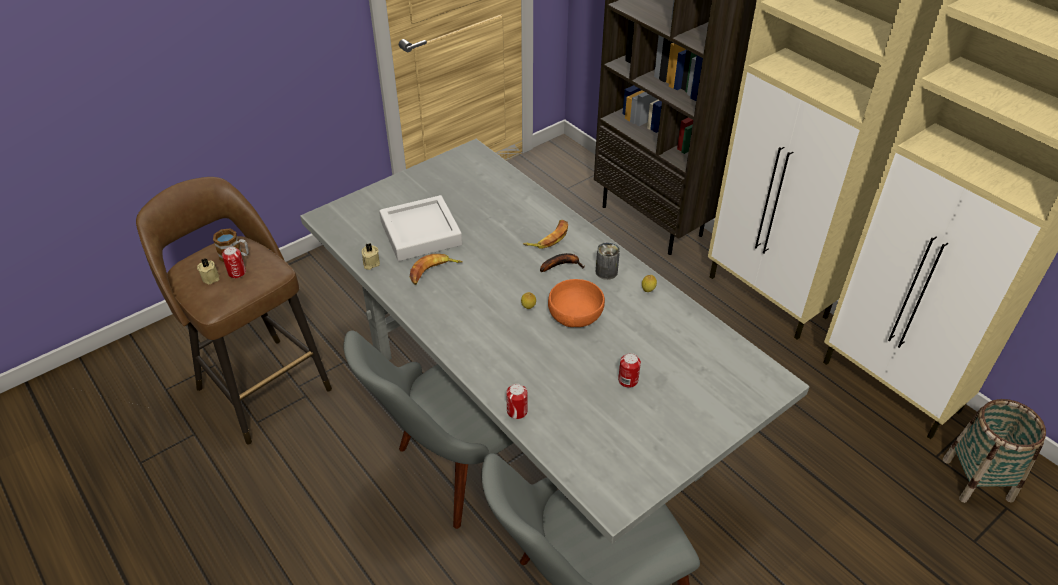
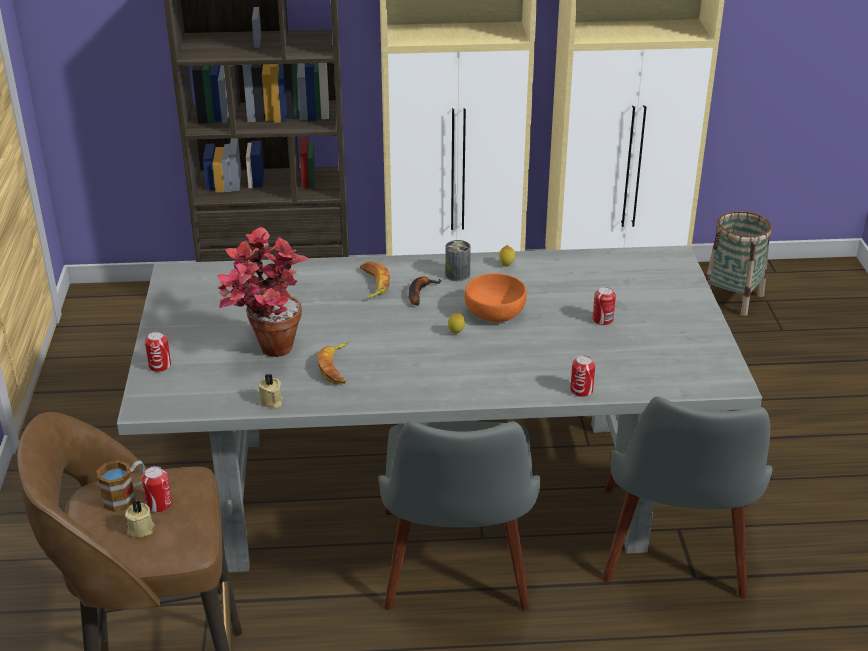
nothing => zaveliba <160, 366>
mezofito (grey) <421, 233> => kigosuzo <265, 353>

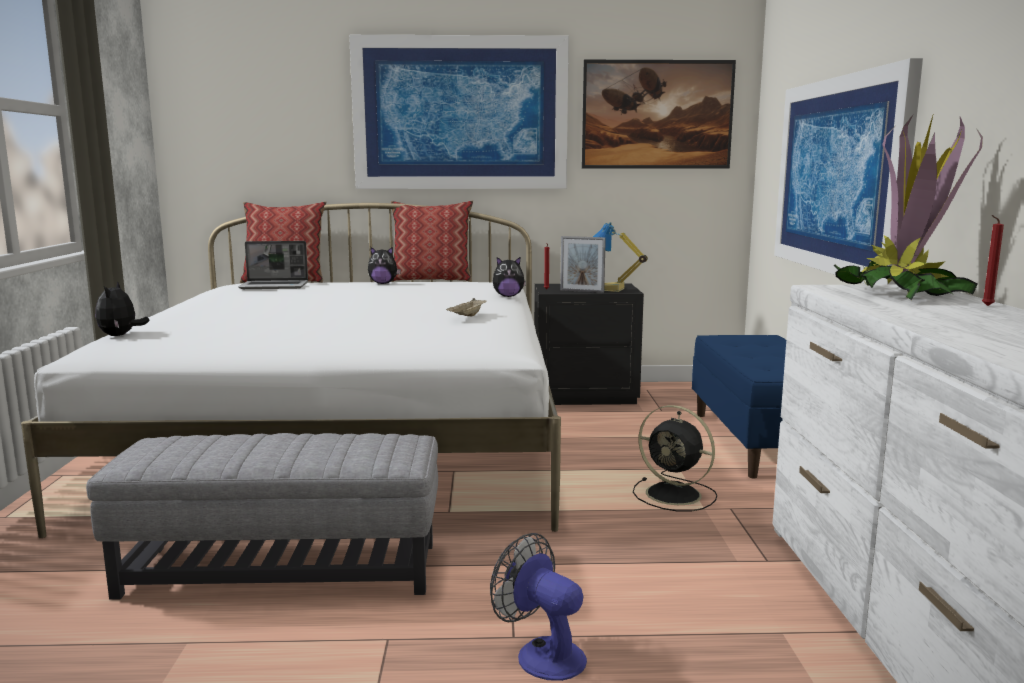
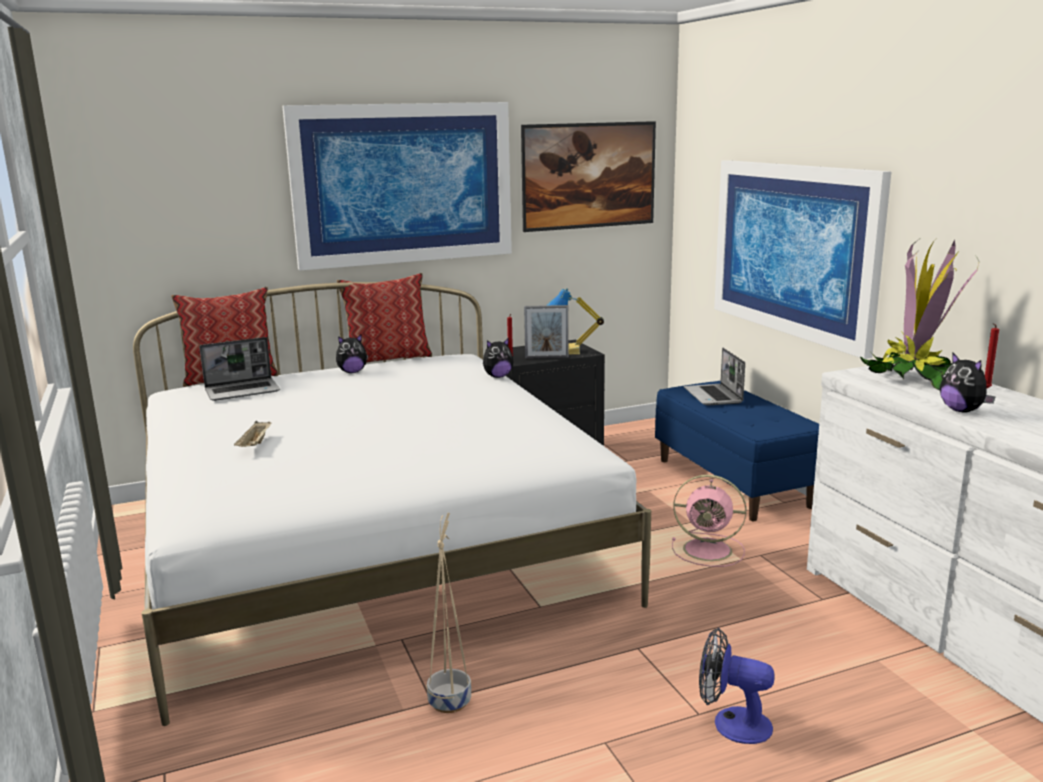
nothing => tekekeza <714, 396>
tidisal <120, 335> => tidisal <962, 411>, shifted
mezofito (beige) <467, 317> => mezofito (beige) <255, 445>, shifted
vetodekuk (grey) <282, 570> => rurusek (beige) <450, 701>
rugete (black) <675, 495> => rugete (pink) <709, 550>

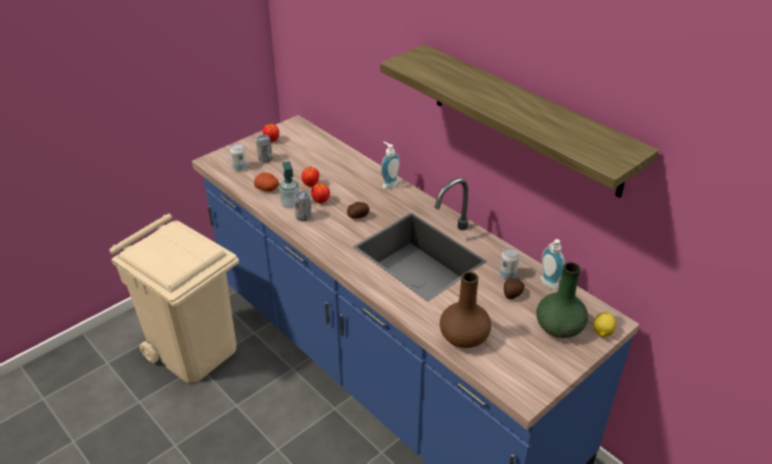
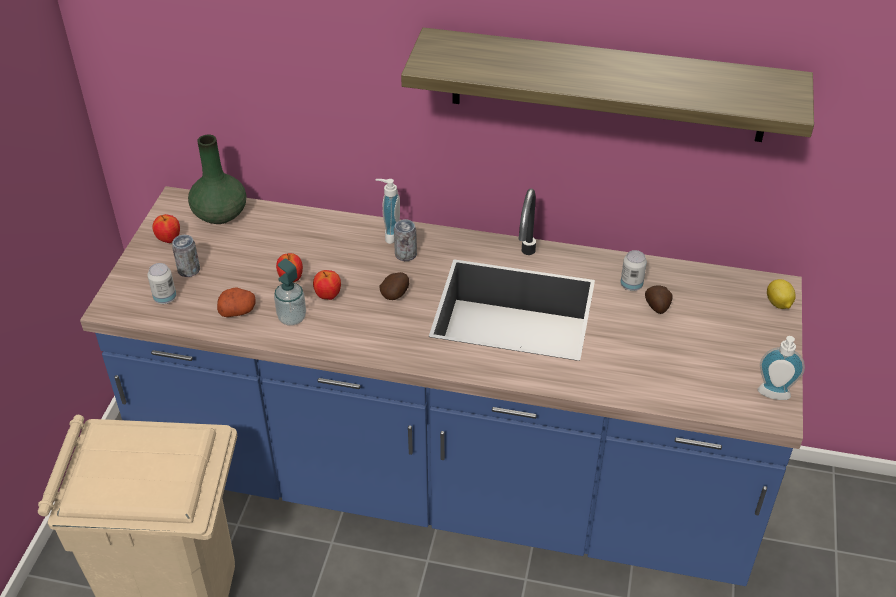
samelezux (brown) <464, 337> => nothing
zaveliba <303, 217> => zaveliba <405, 255>, shifted
samelezux (green) <558, 327> => samelezux (green) <219, 214>, shifted
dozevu <547, 284> => dozevu <773, 396>, shifted

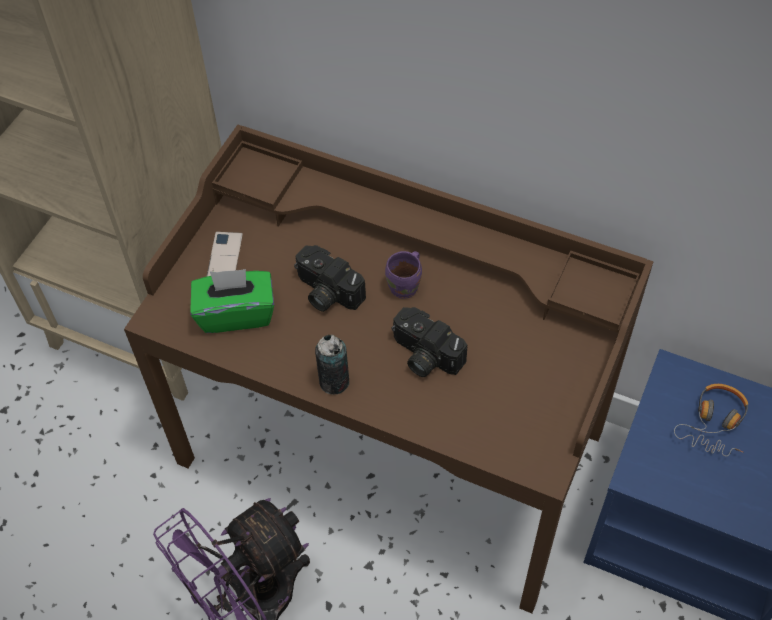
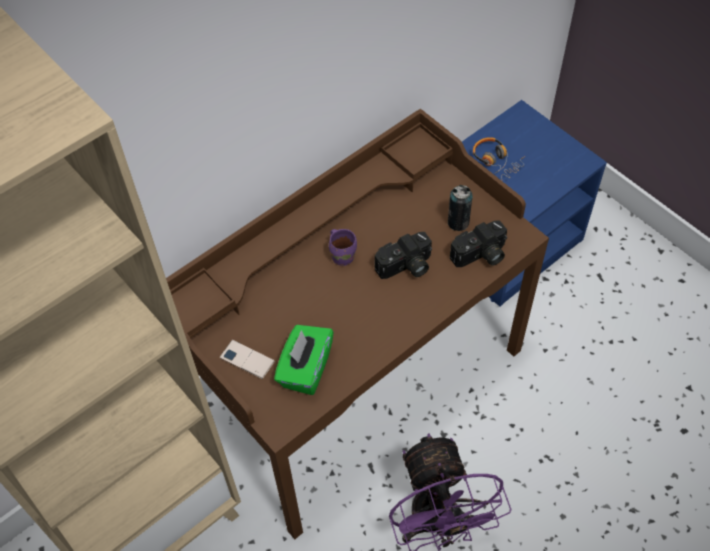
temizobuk <325, 292> => temizobuk <480, 256>, shifted
zaveliba <334, 382> => zaveliba <458, 222>, shifted

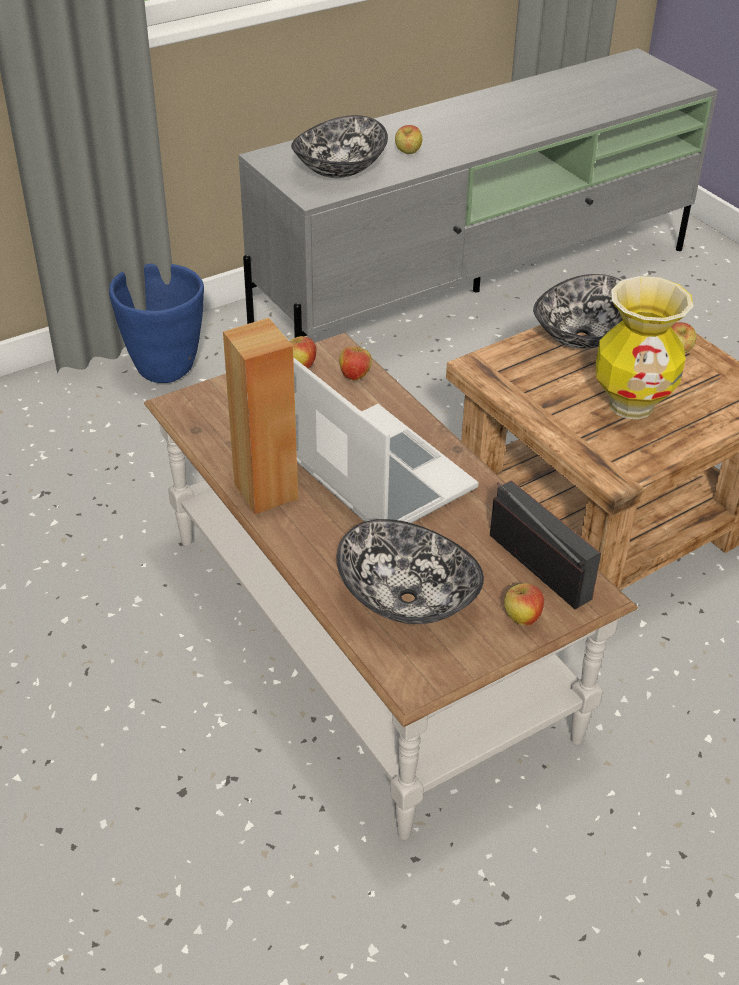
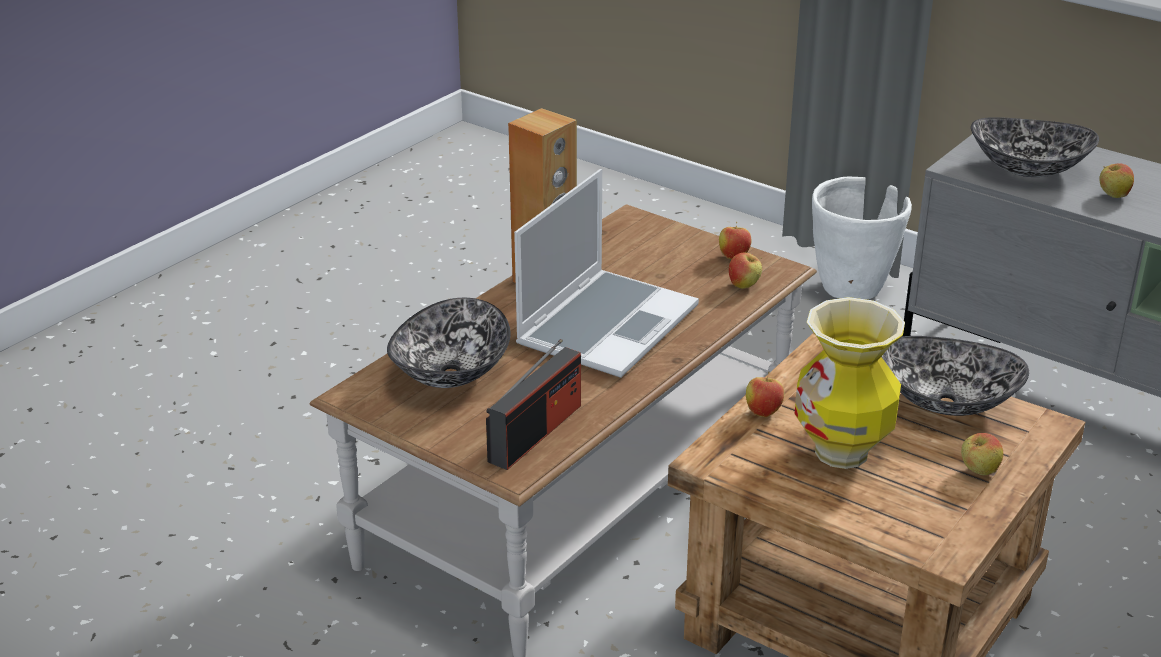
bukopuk <521, 618> => bukopuk <763, 412>, shifted
rurusek (blue) <166, 368> => rurusek (white) <852, 289>

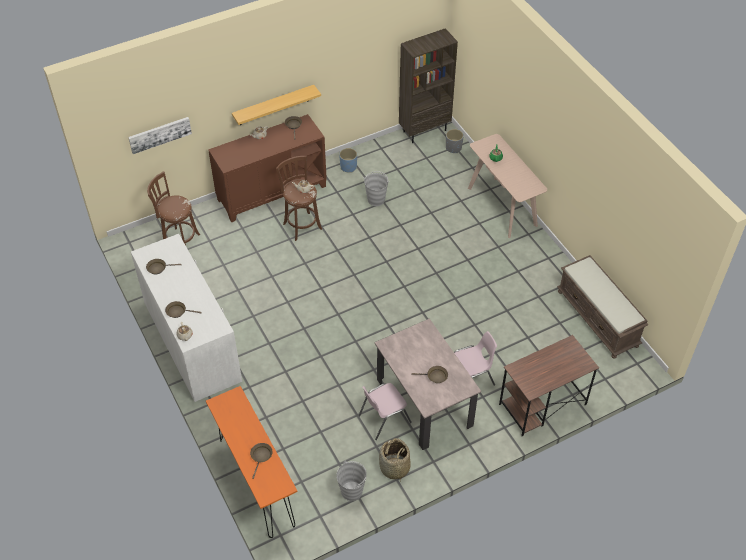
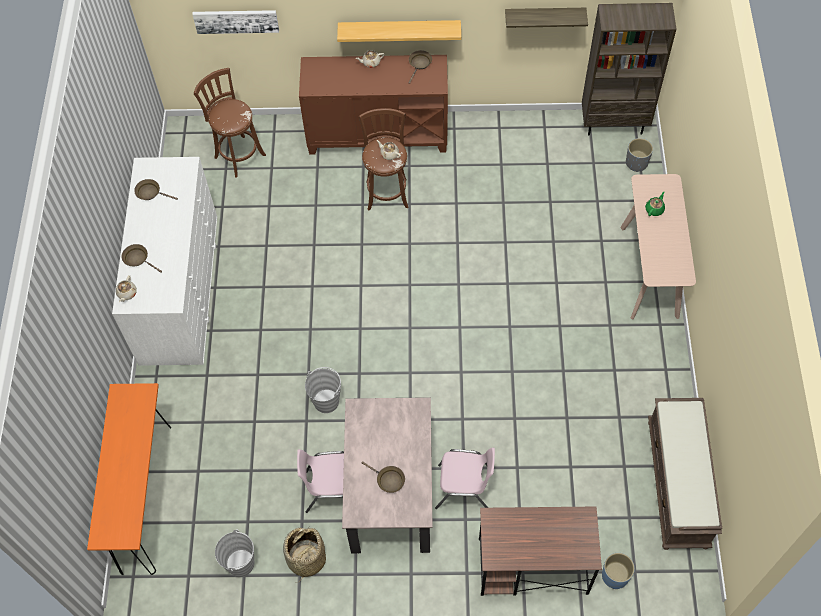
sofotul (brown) <261, 457> => nothing
nothing => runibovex <544, 17>
rurusek (blue) <348, 167> => rurusek (blue) <615, 576>, shifted
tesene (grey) <376, 199> => tesene (grey) <326, 401>, shifted

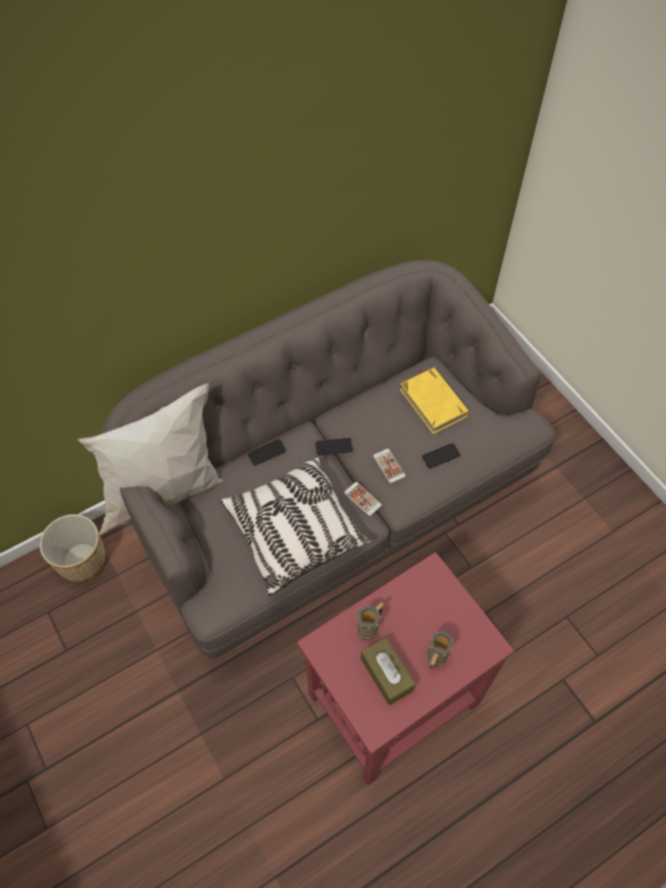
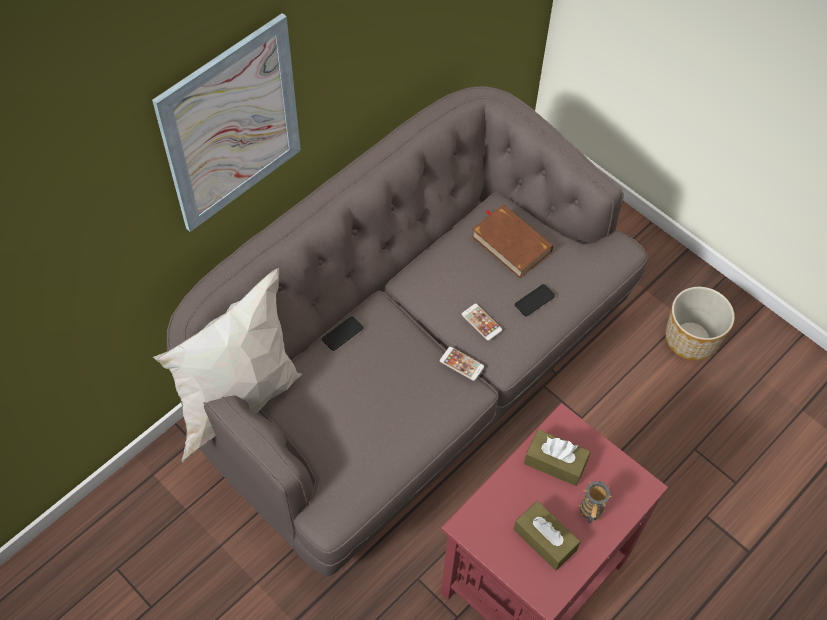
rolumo <294, 531> => nothing
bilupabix <334, 447> => nothing
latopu <370, 627> => nothing
nothing => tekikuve <231, 126>
nothing => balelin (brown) <555, 462>
rurusek <81, 559> => rurusek <690, 338>, shifted
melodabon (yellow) <433, 402> => melodabon (brown) <511, 243>

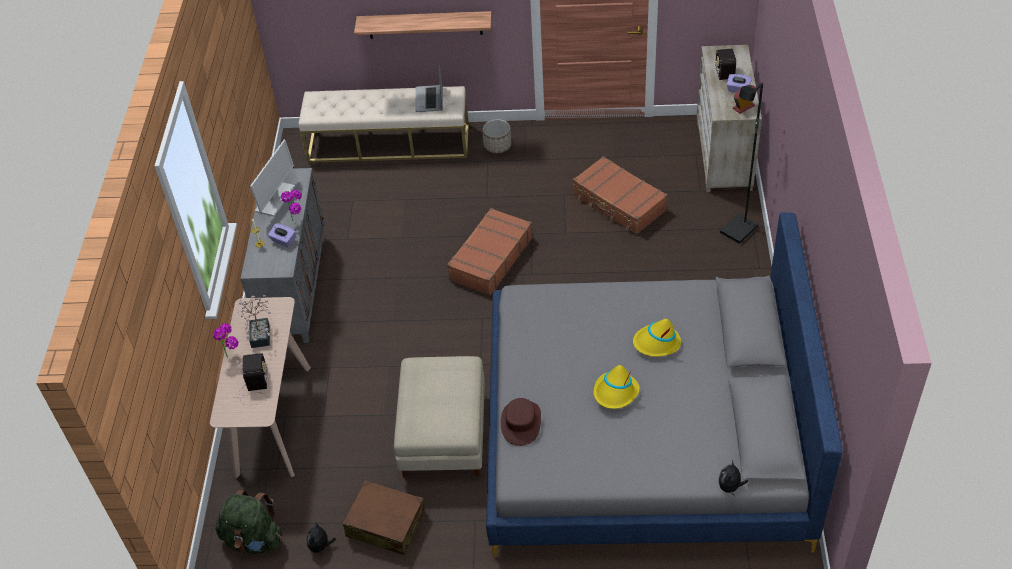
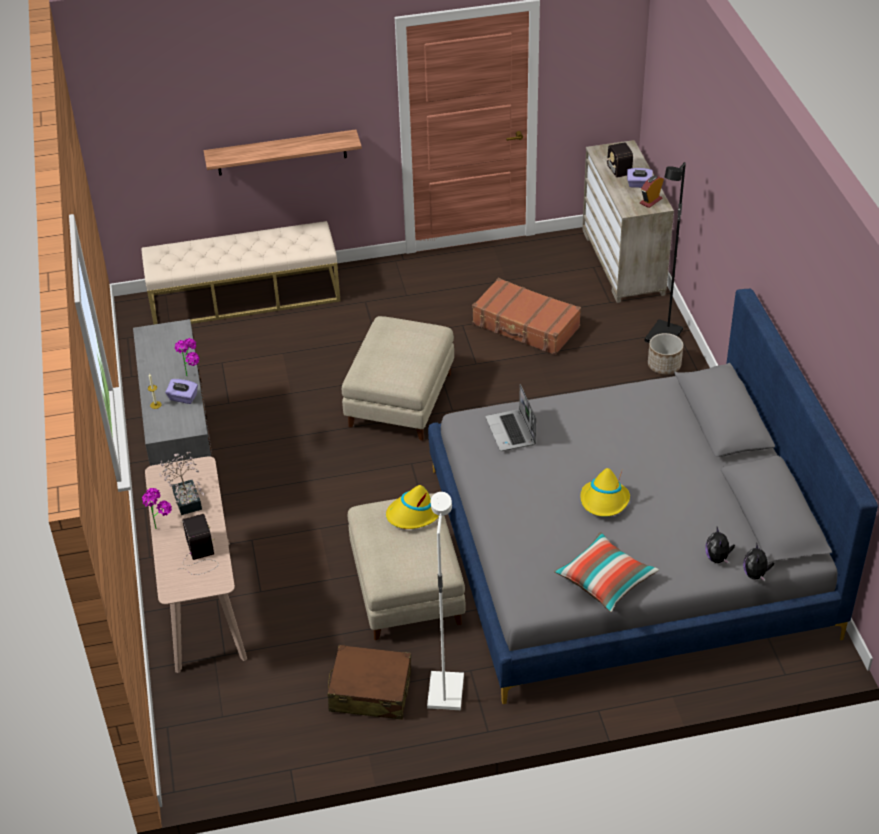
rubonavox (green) <253, 539> => nothing
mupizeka <275, 199> => nothing
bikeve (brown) <521, 423> => nothing
nothing => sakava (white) <444, 692>
nothing => rolumo <605, 580>
tidisal <320, 546> => tidisal <718, 558>, shifted
tekekeza <430, 100> => tekekeza <511, 432>, shifted
rurusek <497, 145> => rurusek <664, 365>, shifted
bikeve (yellow) <656, 343> => bikeve (yellow) <412, 515>, shifted
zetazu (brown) <490, 259> => vetodekuk (beige) <401, 401>

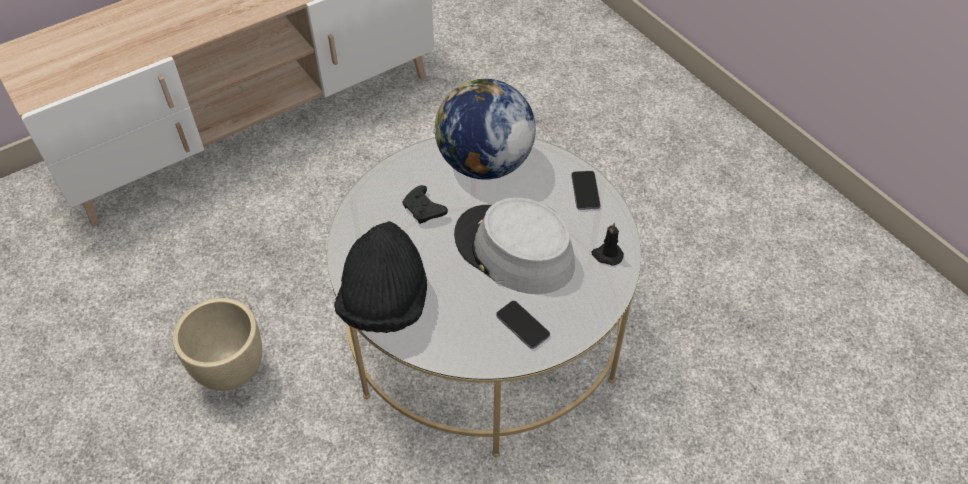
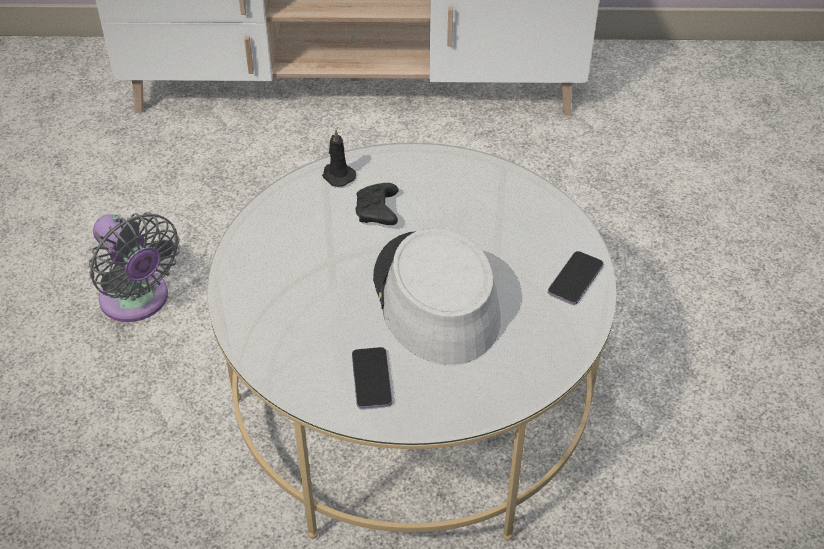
bikeve (black) <385, 303> => nothing
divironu <484, 164> => nothing
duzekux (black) <607, 255> => duzekux (black) <337, 175>, shifted
rurusek (beige) <230, 369> => rugete (grey) <138, 301>

